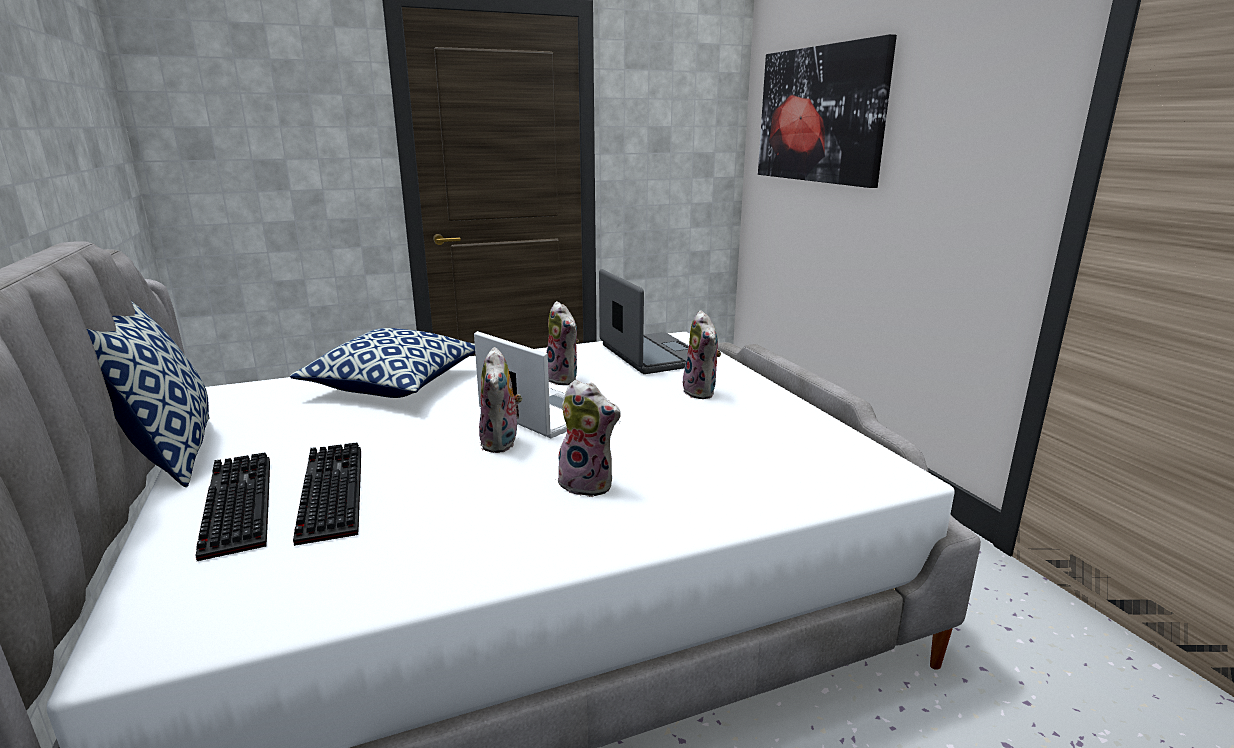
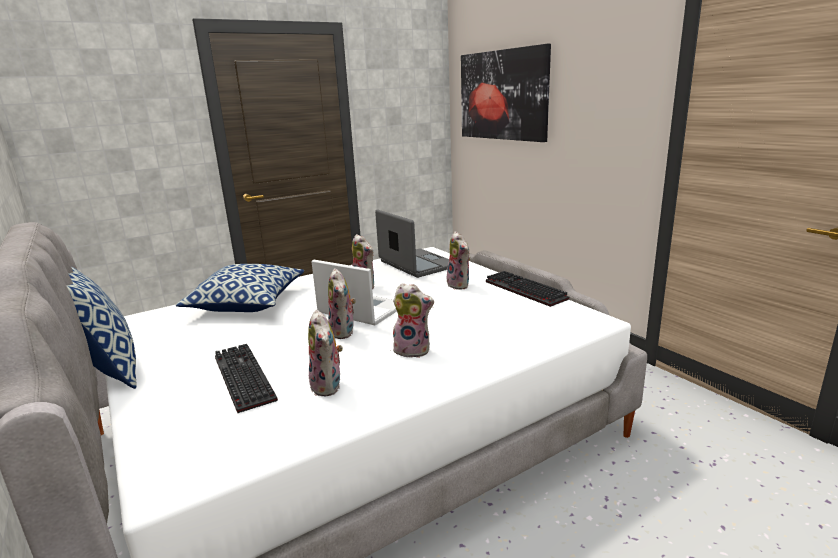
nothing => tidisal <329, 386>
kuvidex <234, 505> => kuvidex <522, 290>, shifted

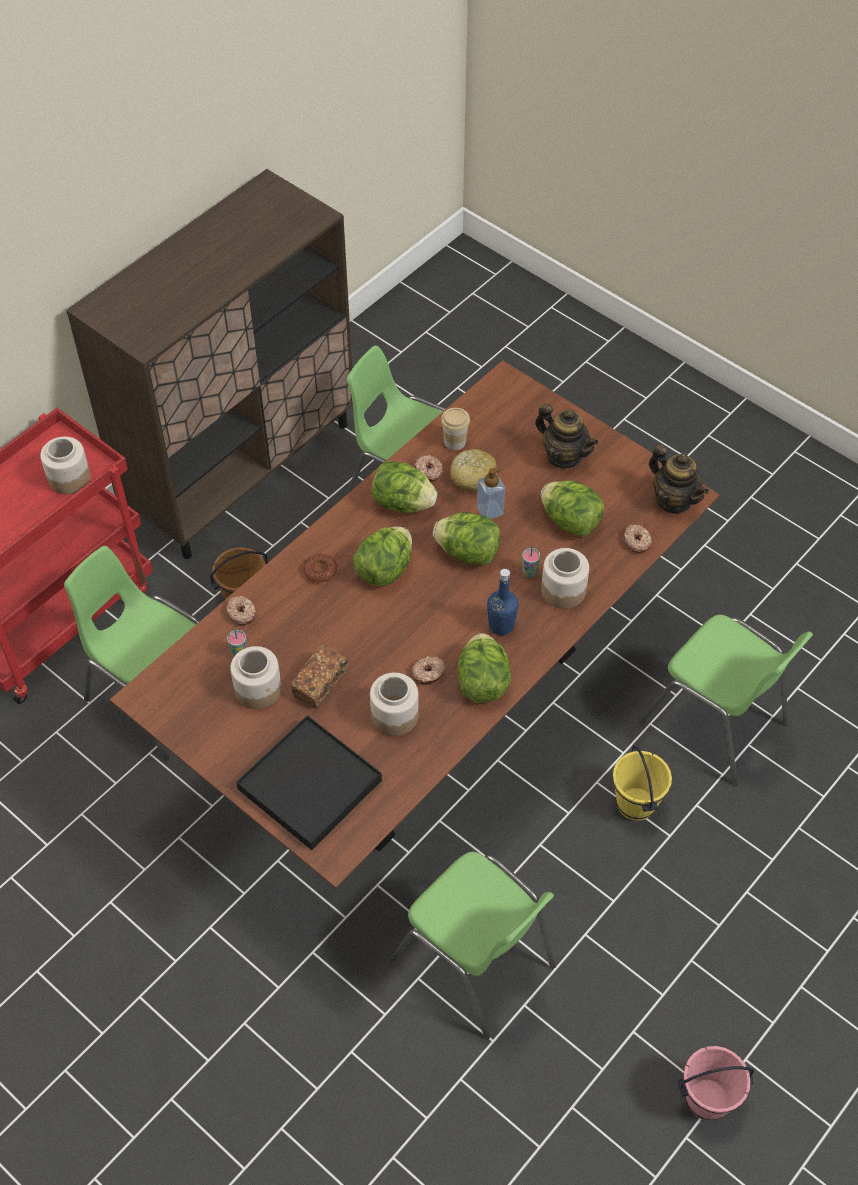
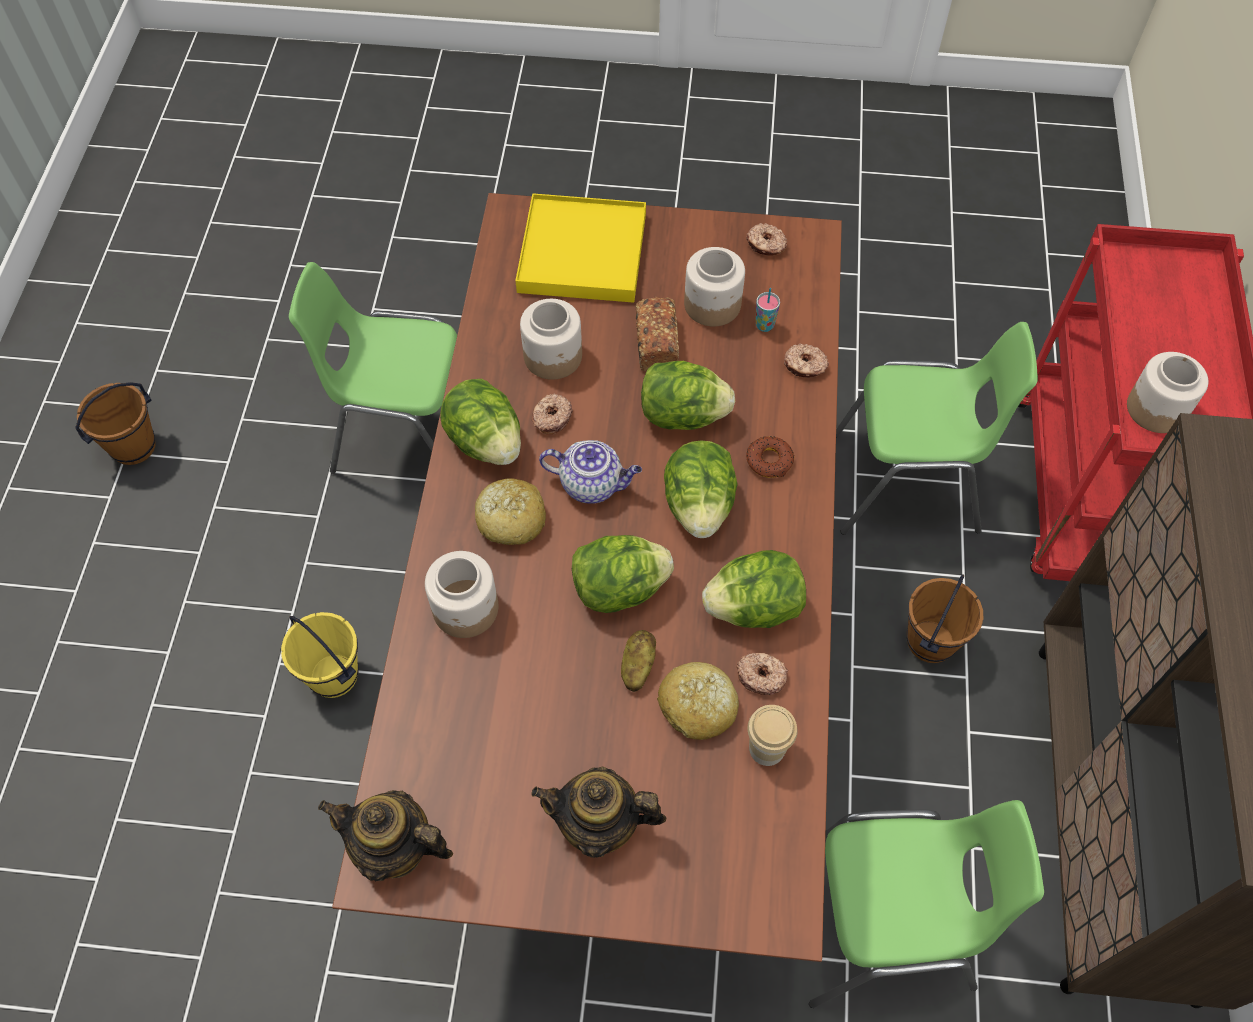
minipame <529, 572> => nothing
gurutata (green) <715, 723> => nothing
nothing => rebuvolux <592, 484>
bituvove <570, 522> => bituvove <682, 415>, shifted
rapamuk <637, 541> => rapamuk <766, 245>, shifted
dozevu <490, 510> => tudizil <637, 666>
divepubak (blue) <501, 625> => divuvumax <511, 519>
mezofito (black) <309, 785> => mezofito (yellow) <583, 253>
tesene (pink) <707, 1100> => tesene (brown) <133, 446>

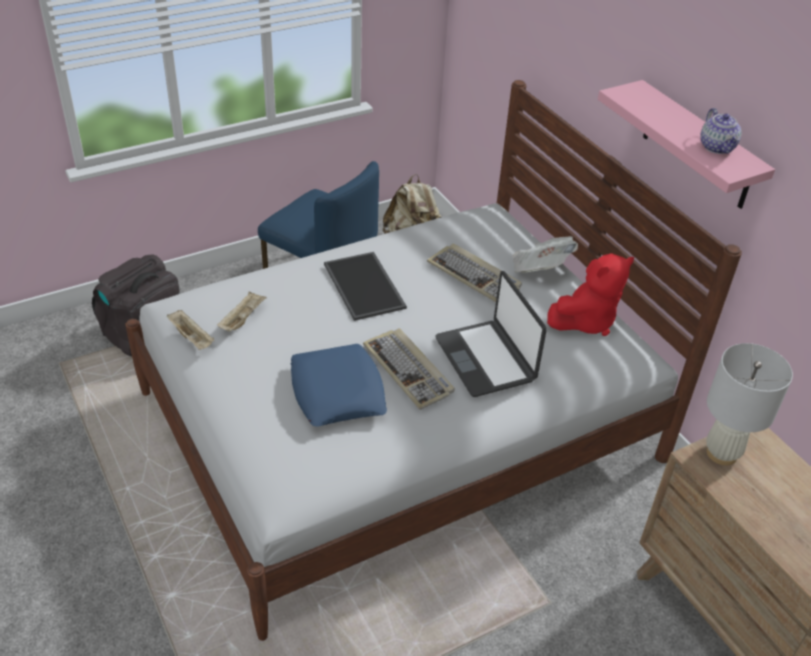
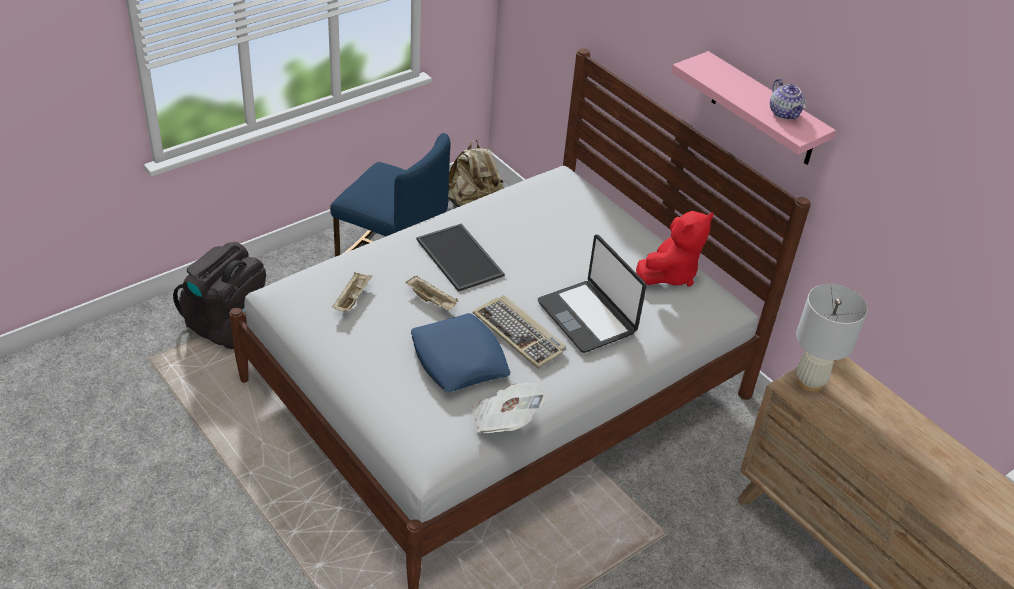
kuvidex <475, 276> => nothing
mezofito (beige) <192, 338> => mezofito (beige) <432, 301>, shifted
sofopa <540, 267> => sofopa <504, 420>, shifted

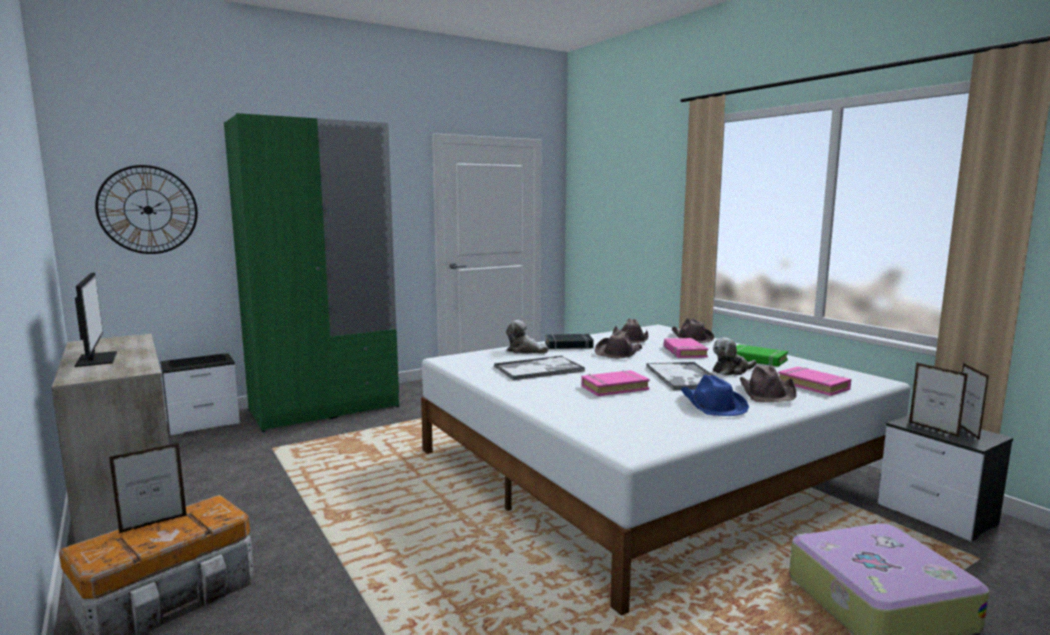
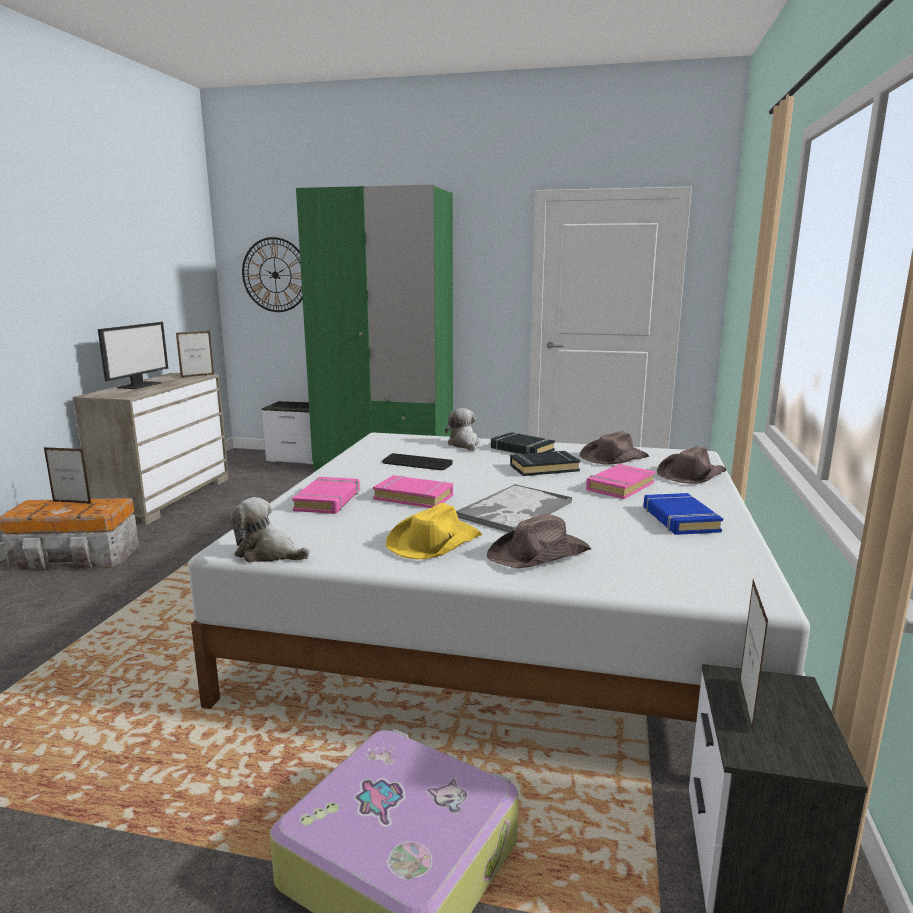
tidisal <731, 371> => tidisal <268, 553>, shifted
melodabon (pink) <813, 385> => melodabon (pink) <328, 500>, shifted
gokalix <966, 431> => gokalix <197, 376>, shifted
mezofito <539, 369> => kuvidex <416, 463>
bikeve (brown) <618, 352> => melodabon (black) <544, 468>
bikeve (blue) <712, 405> => bikeve (yellow) <434, 542>
melodabon (green) <757, 360> => melodabon (blue) <679, 519>

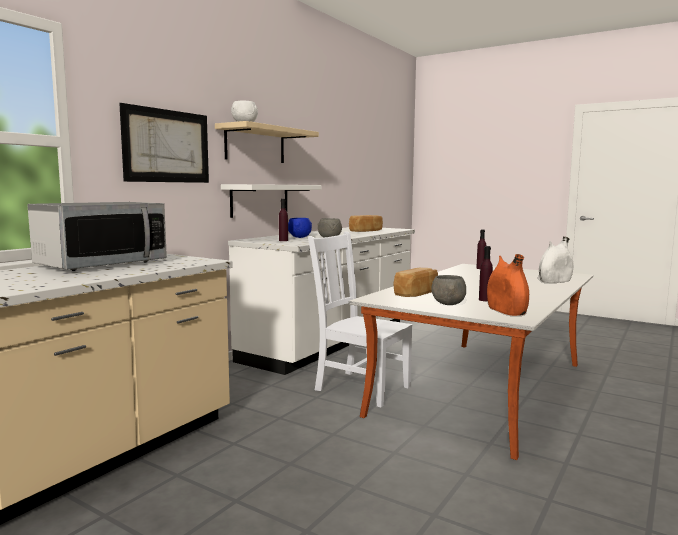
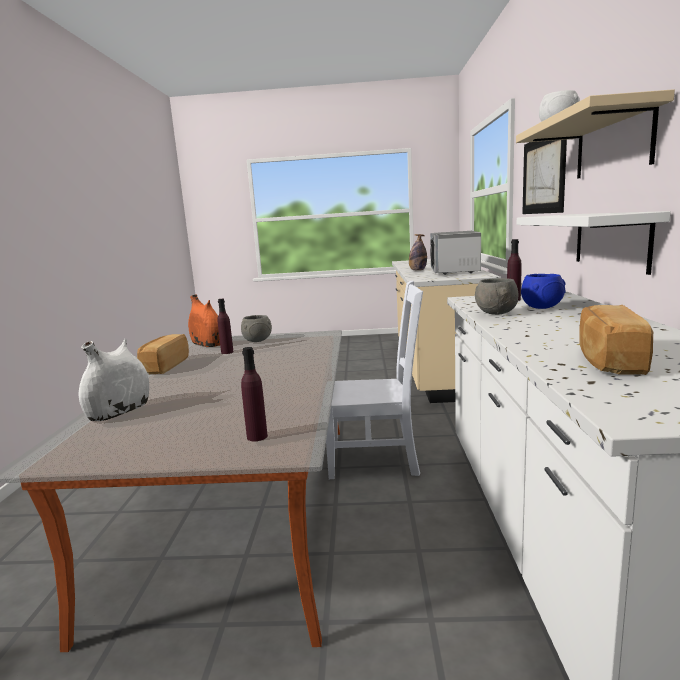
nothing => divepubak <417, 270>
divuvumax <417, 293> => divuvumax <164, 366>, shifted

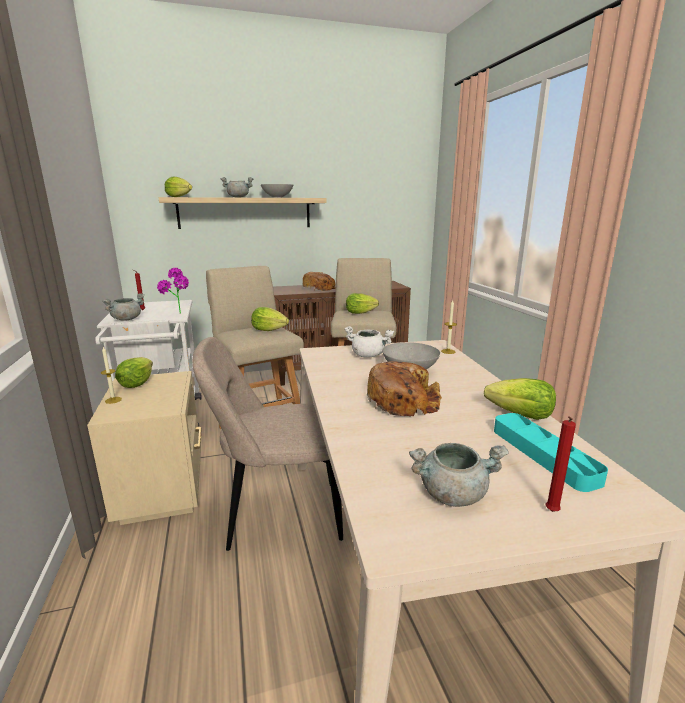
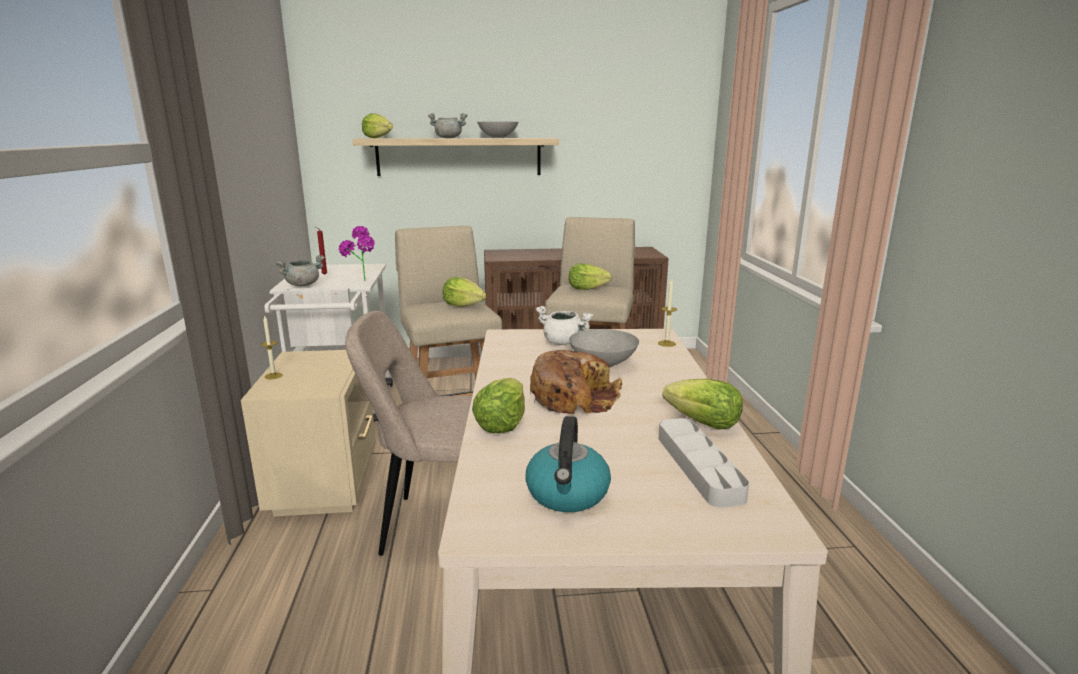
divuvumax <320, 288> => nothing
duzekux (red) <551, 512> => nothing
bituvove <137, 383> => bituvove <501, 424>, shifted
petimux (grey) <452, 494> => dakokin <568, 494>
mezofito (turquoise) <543, 454> => mezofito (grey) <698, 466>

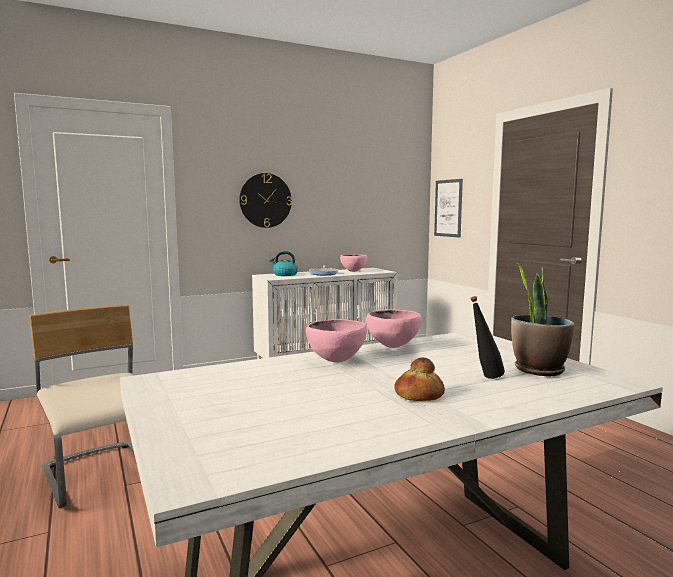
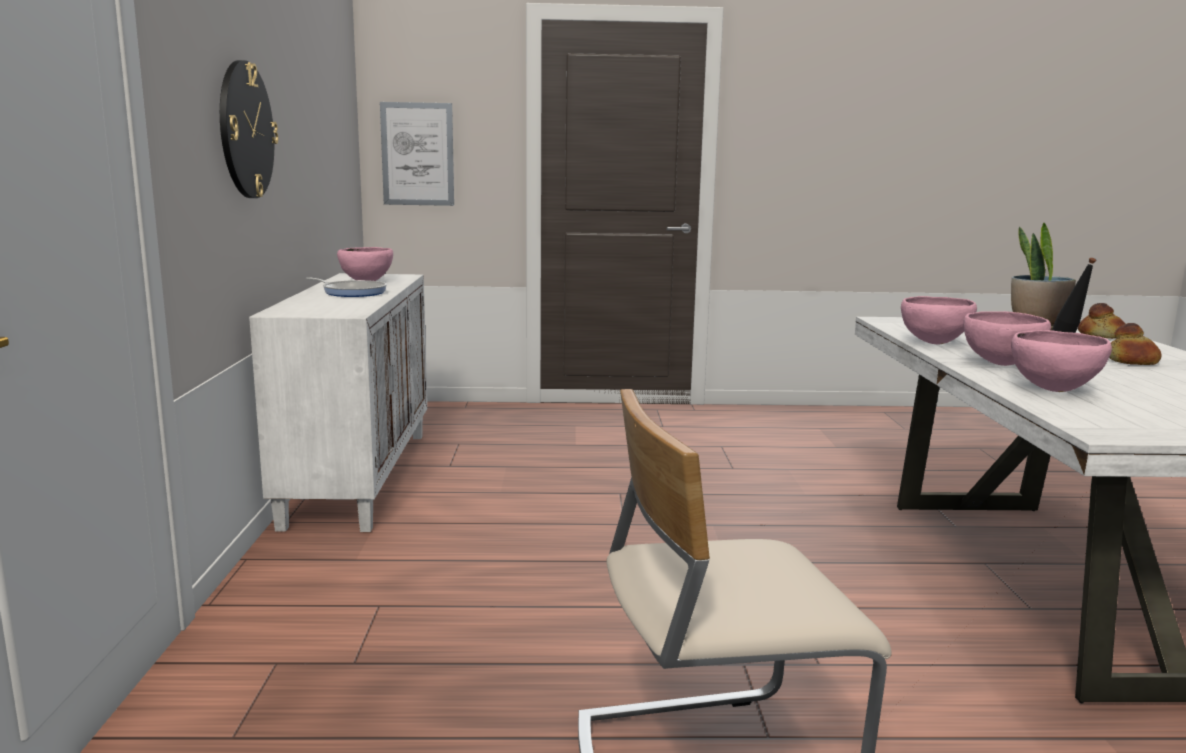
dakokin <284, 275> => nothing
nothing => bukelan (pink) <1054, 390>
nothing => divuvumax <1102, 335>

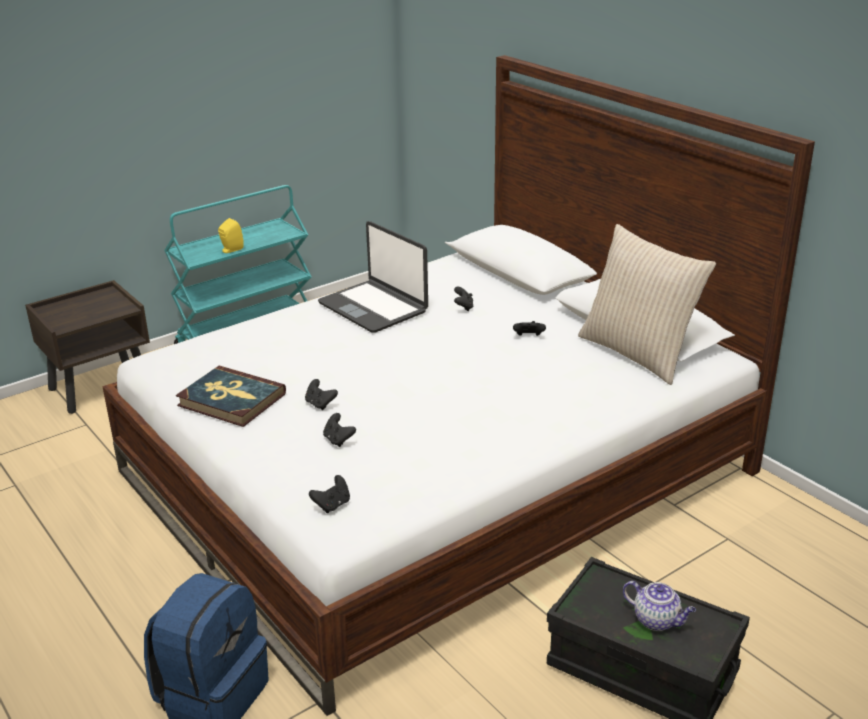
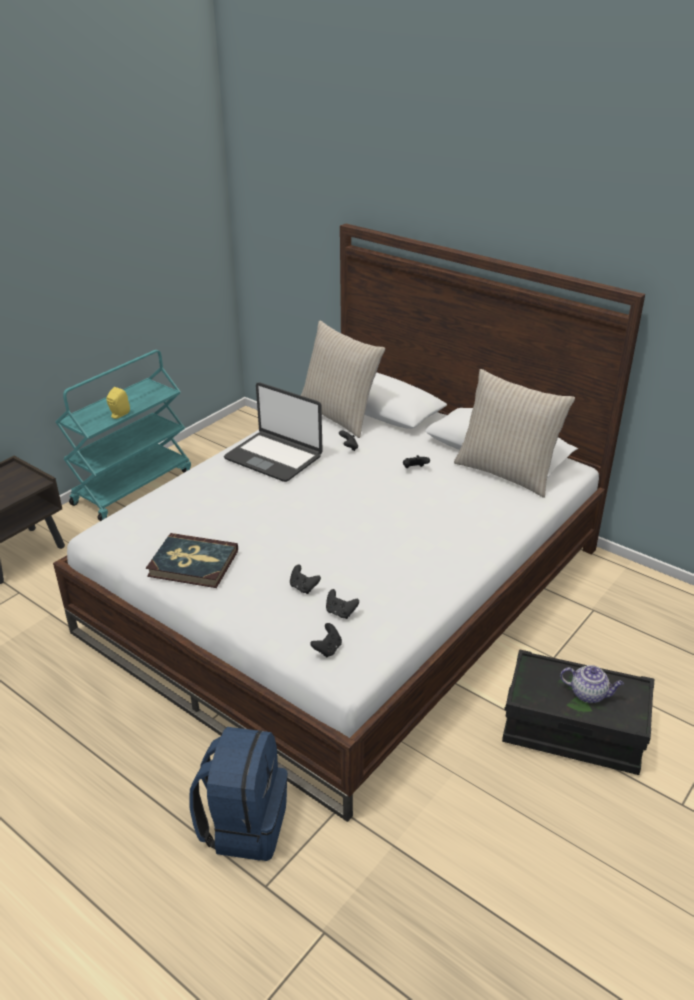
nothing => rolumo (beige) <339, 416>
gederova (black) <320, 404> => gederova (black) <340, 612>, shifted

